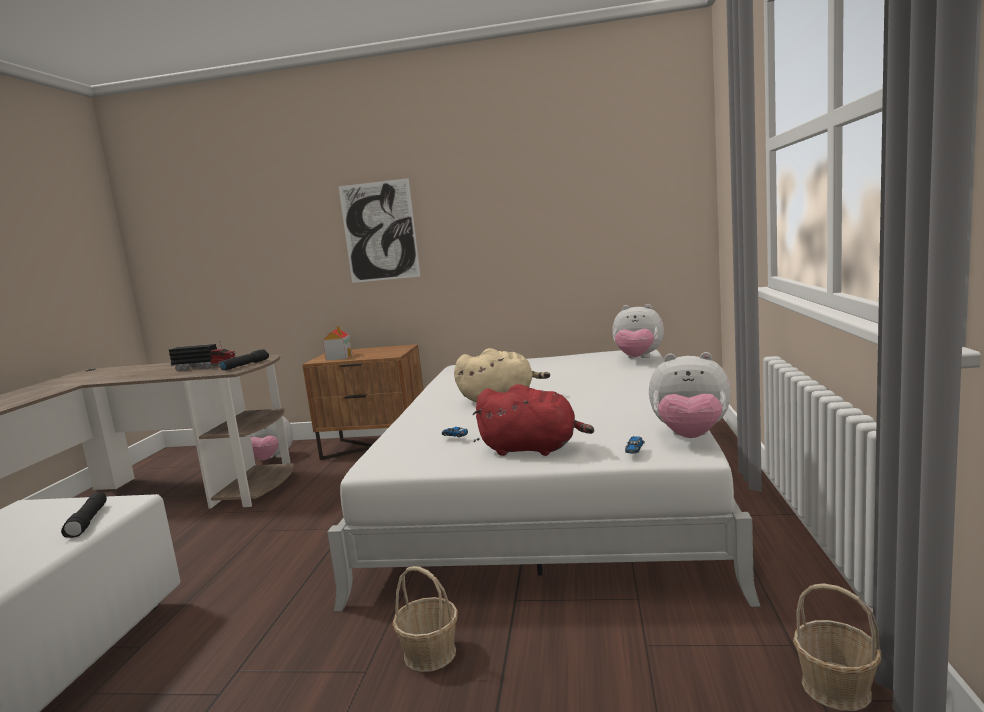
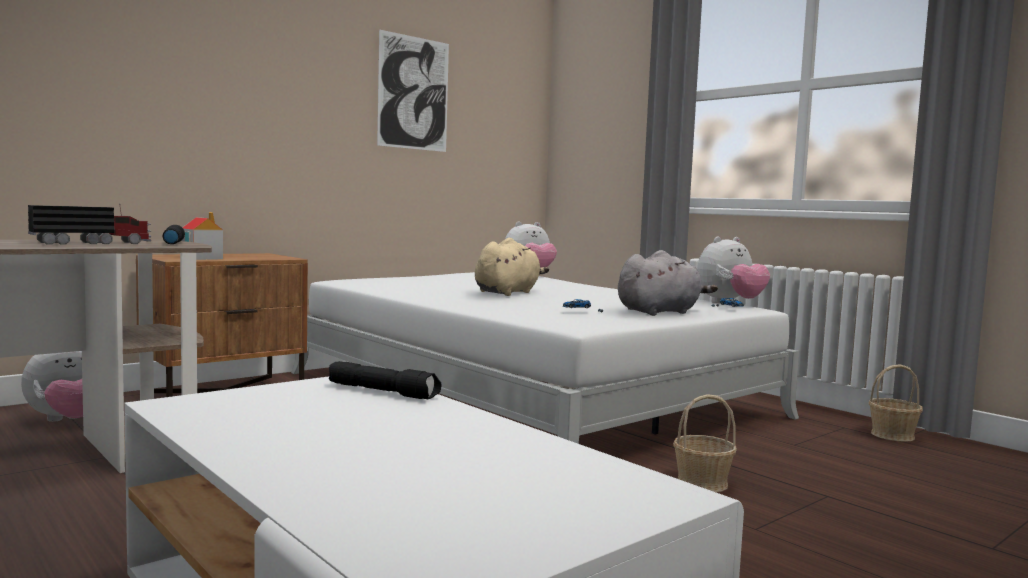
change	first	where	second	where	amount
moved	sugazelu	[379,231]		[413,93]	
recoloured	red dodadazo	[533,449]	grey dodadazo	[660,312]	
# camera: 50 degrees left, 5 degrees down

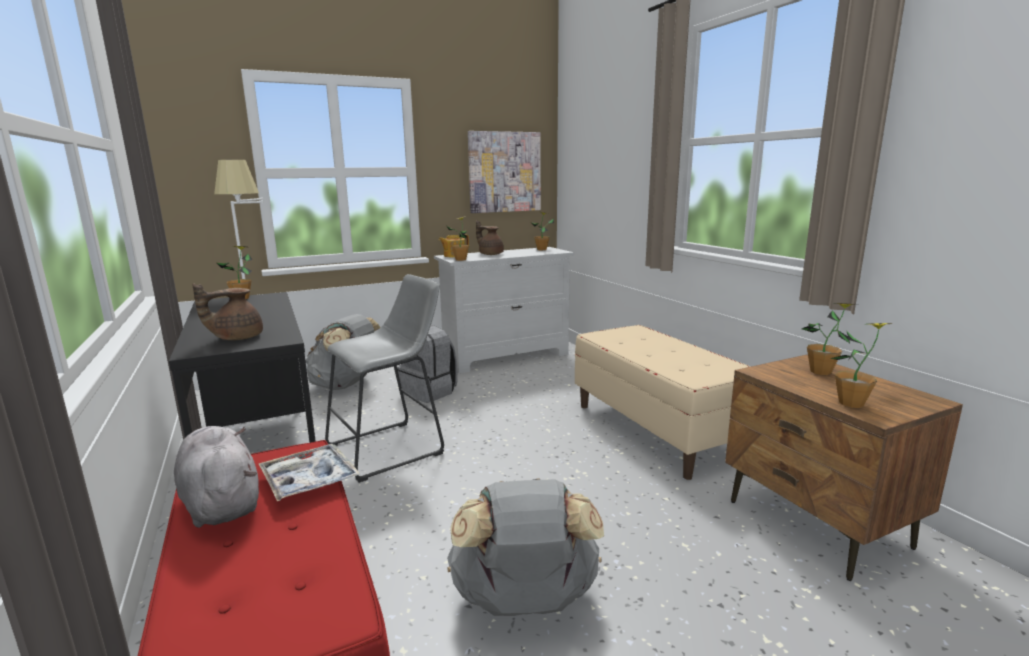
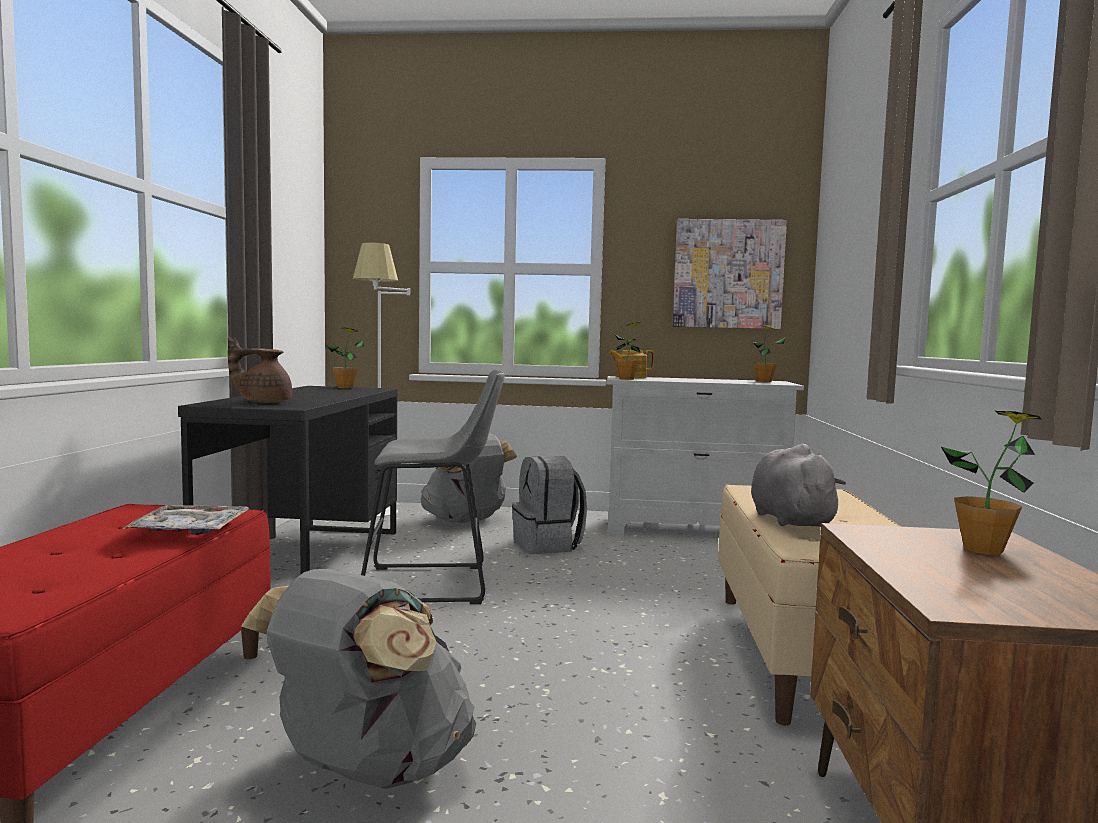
change	first	where	second	where	amount
removed	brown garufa	[490,254]			
removed	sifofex	[851,403]			
moved	grey dodadazo	[221,502]		[789,519]	
# camera: 30 degrees right, 10 degrees down

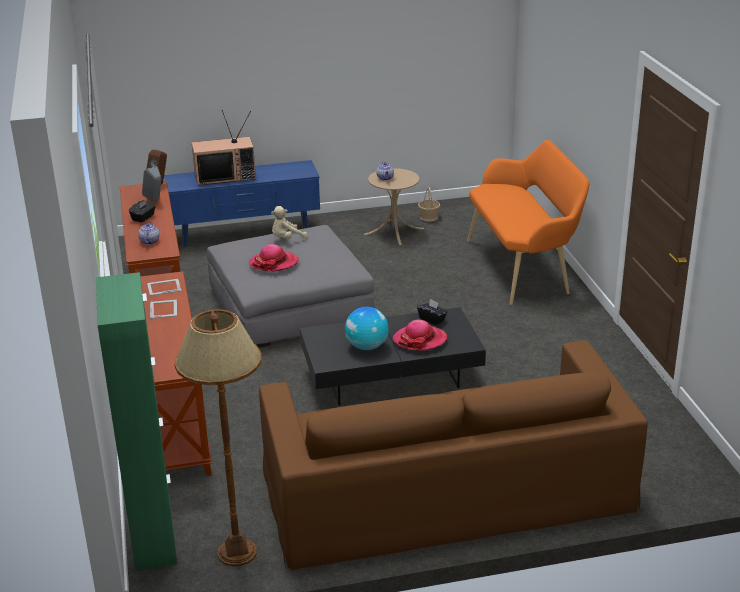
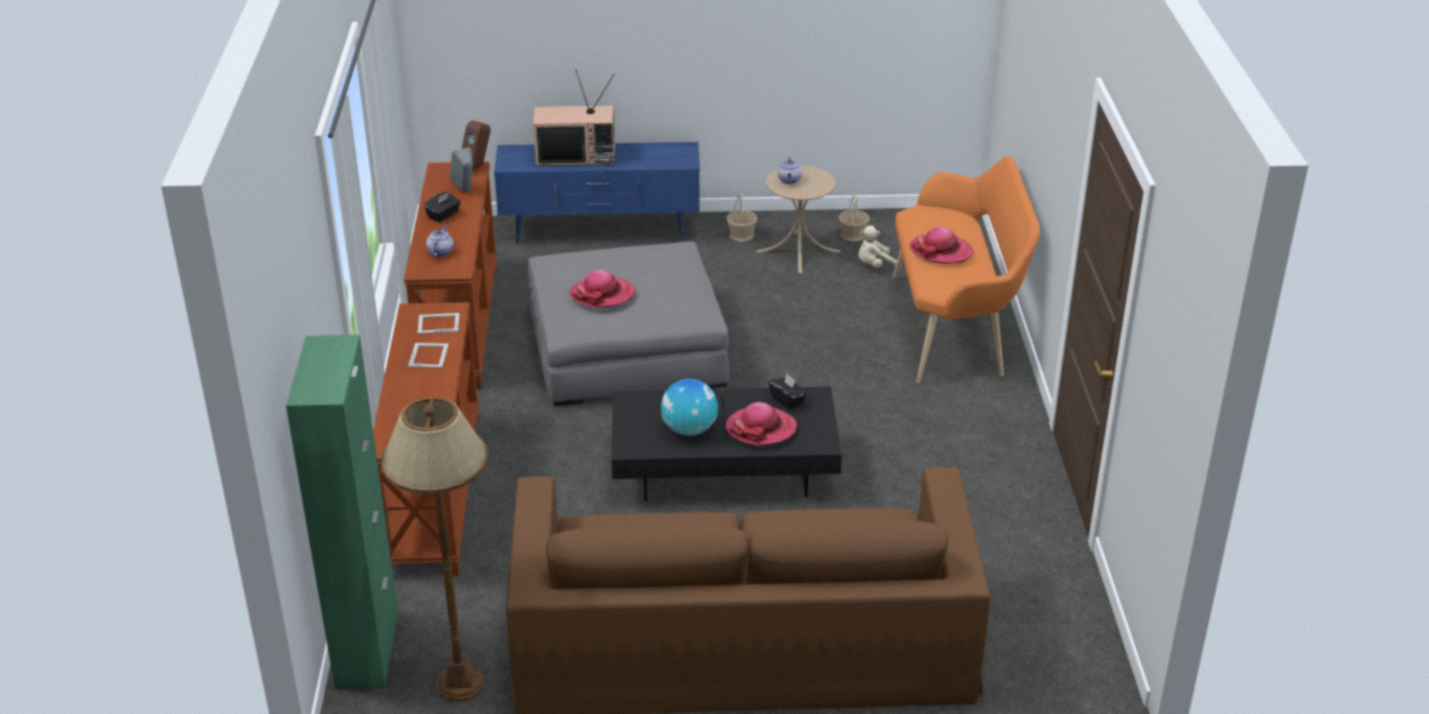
change	first	where	second	where	amount
moved	beige dodadazo	[287,239]		[875,265]	
added			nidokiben	[741,235]	
added			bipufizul	[941,251]	
# camera: 10 degrees right, 5 degrees up

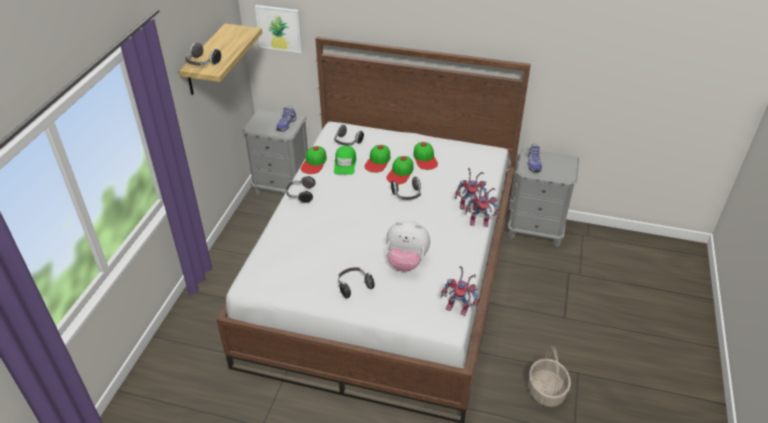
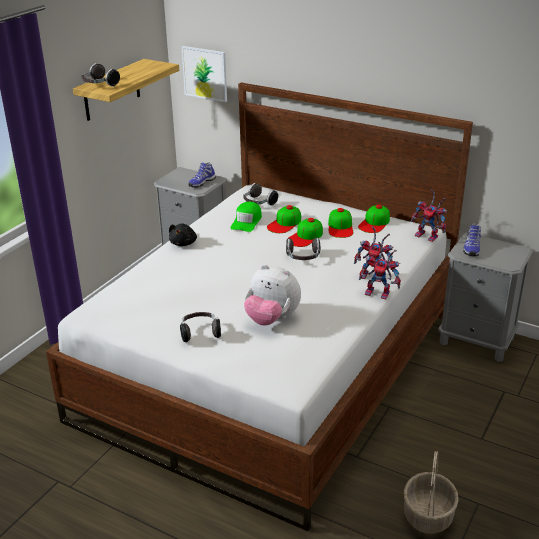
change	first	where	second	where	amount
moved	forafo	[314,163]		[374,223]	
replaced	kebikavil	[300,195]	black dodadazo	[184,243]	
moved	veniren	[460,307]		[429,236]	
# camera: 15 degrees right, 10 degrees down

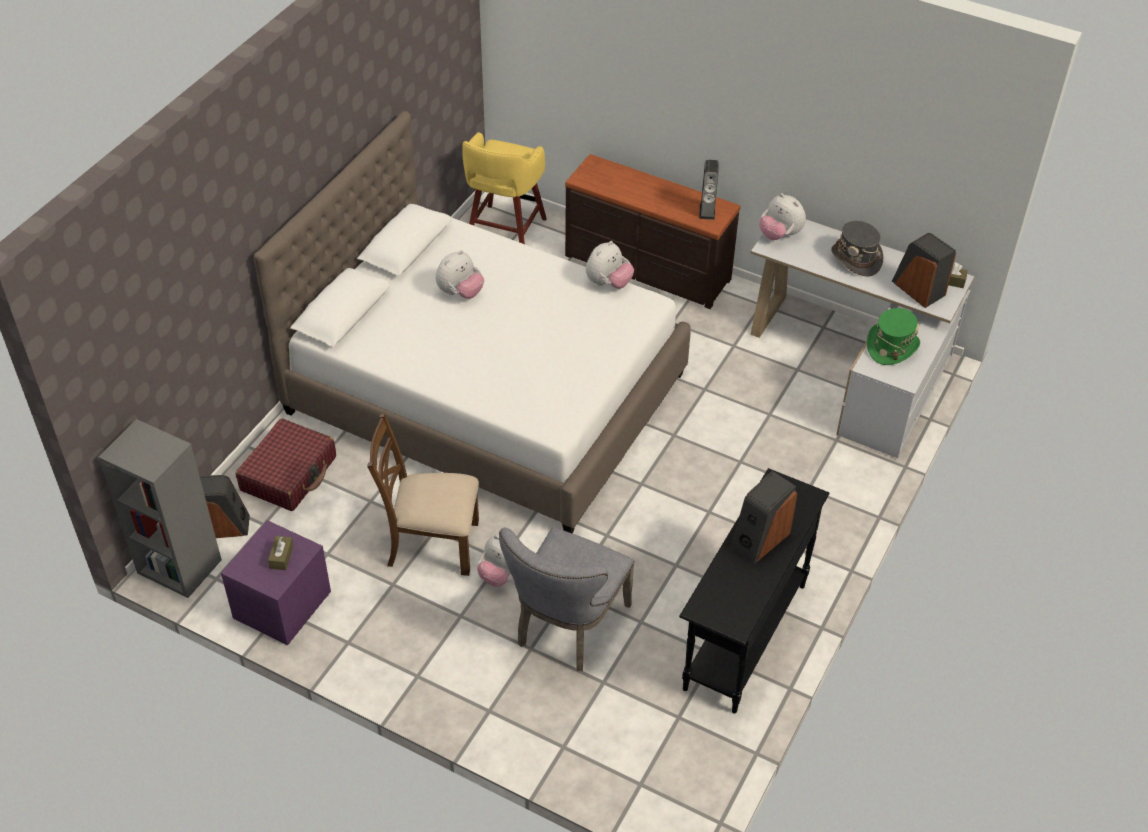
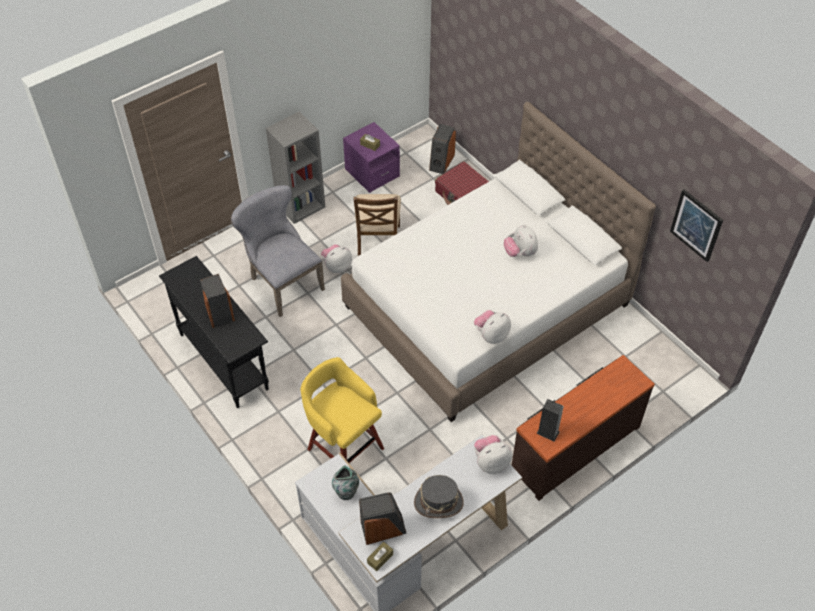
change	first	where	second	where	amount
moved	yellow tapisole	[505,232]		[344,447]	
turned	dodadazo	[608,283]		[491,335]	75 degrees clockwise
replaced	green bipufizul	[892,346]	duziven	[346,492]	
turned	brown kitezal	[432,543]		[378,243]	150 degrees clockwise
moved	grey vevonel	[178,566]		[301,205]	
added			sugazelu	[696,225]	
# camera: 115 degrees right, 5 degrees up

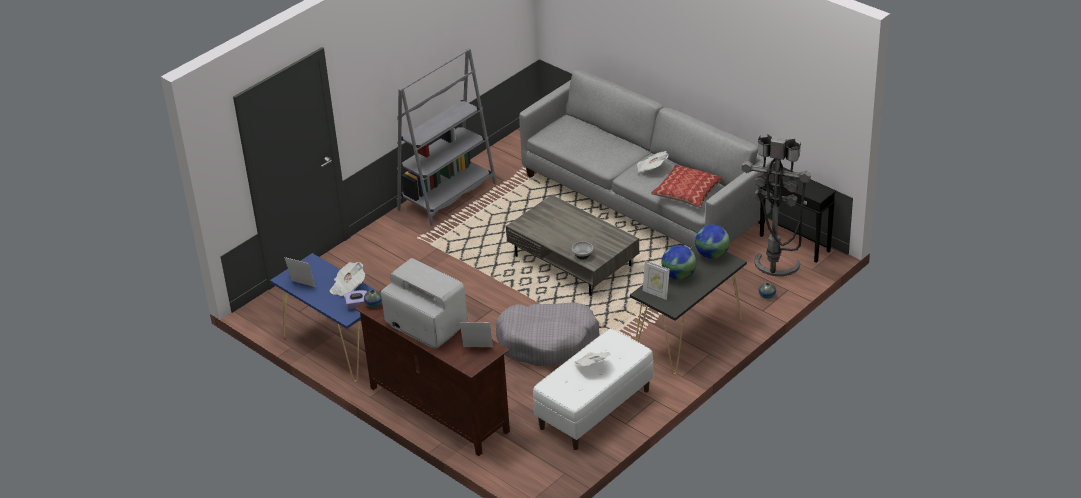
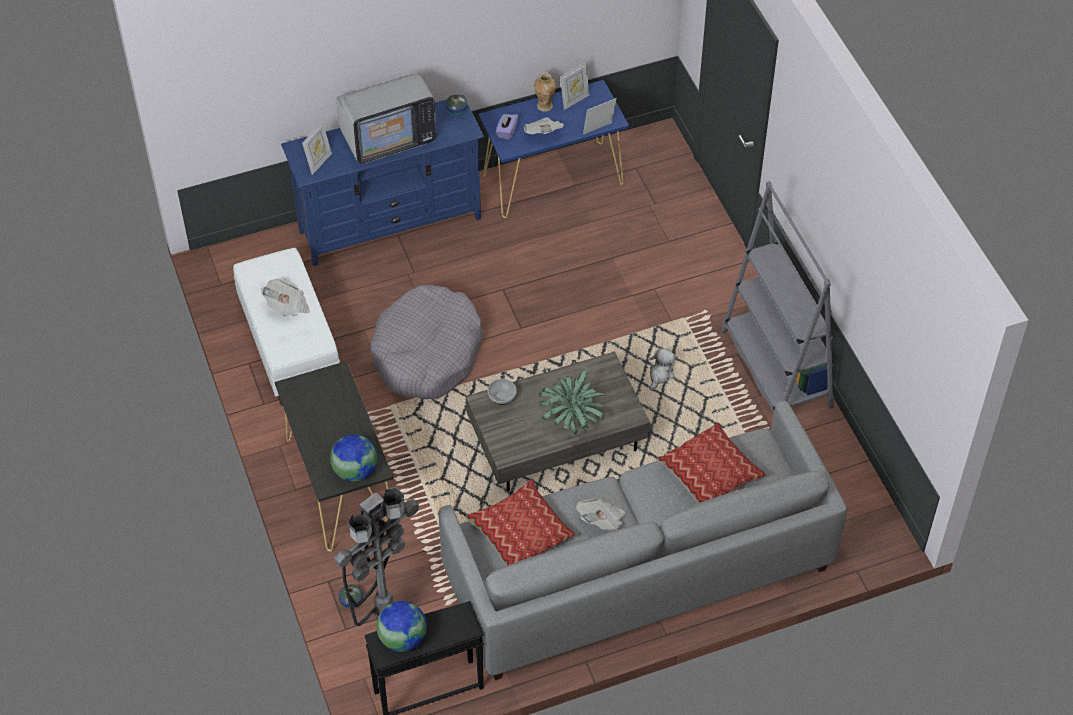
change	first	where	second	where	amount
moved	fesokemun	[678,276]		[403,638]	
moved	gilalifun	[656,293]		[599,130]	
recoloured	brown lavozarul	[438,410]	blue lavozarul	[390,223]	
added			duziven	[544,106]	
added			dodadazo	[660,374]	
added			sifofex	[572,417]	
added			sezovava	[710,474]	
# camera: 115 degrees right, 15 degrees up

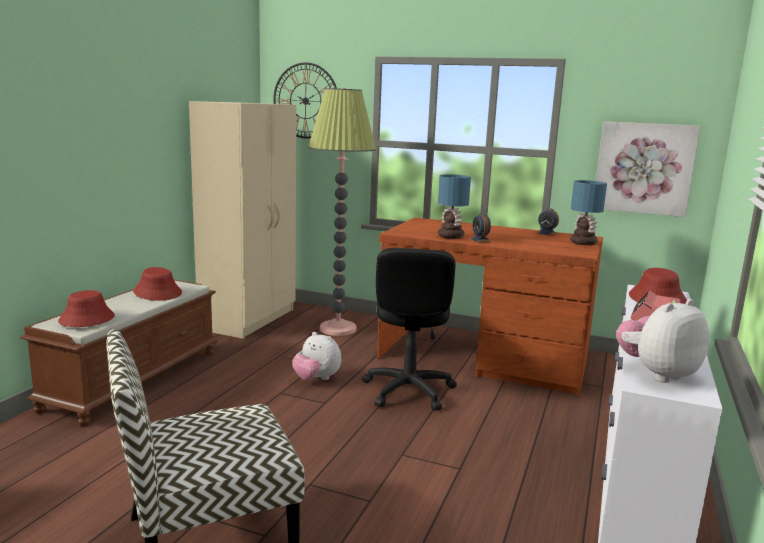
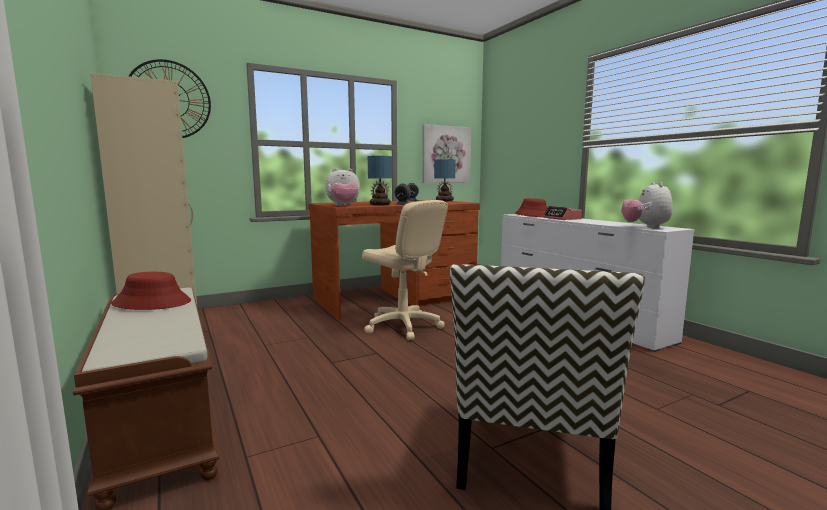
change	first	where	second	where	amount
removed	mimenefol	[338,329]			
recoloured	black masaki	[408,390]	beige masaki	[403,326]	
removed	red bipufizul	[86,319]			
moved	dodadazo	[316,379]		[343,206]	
# camera: 50 degrees left, 5 degrees down

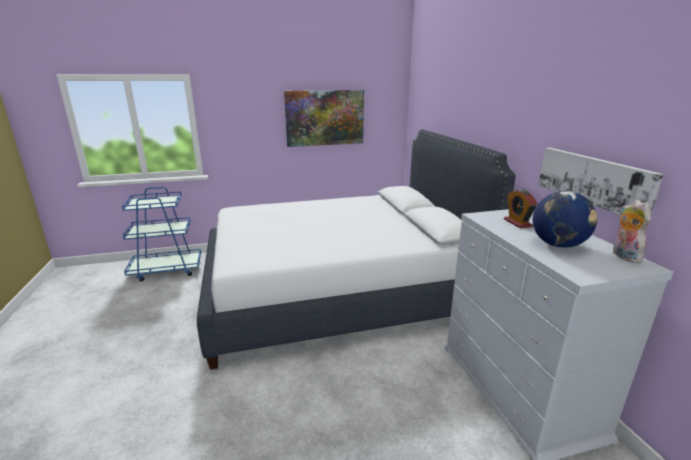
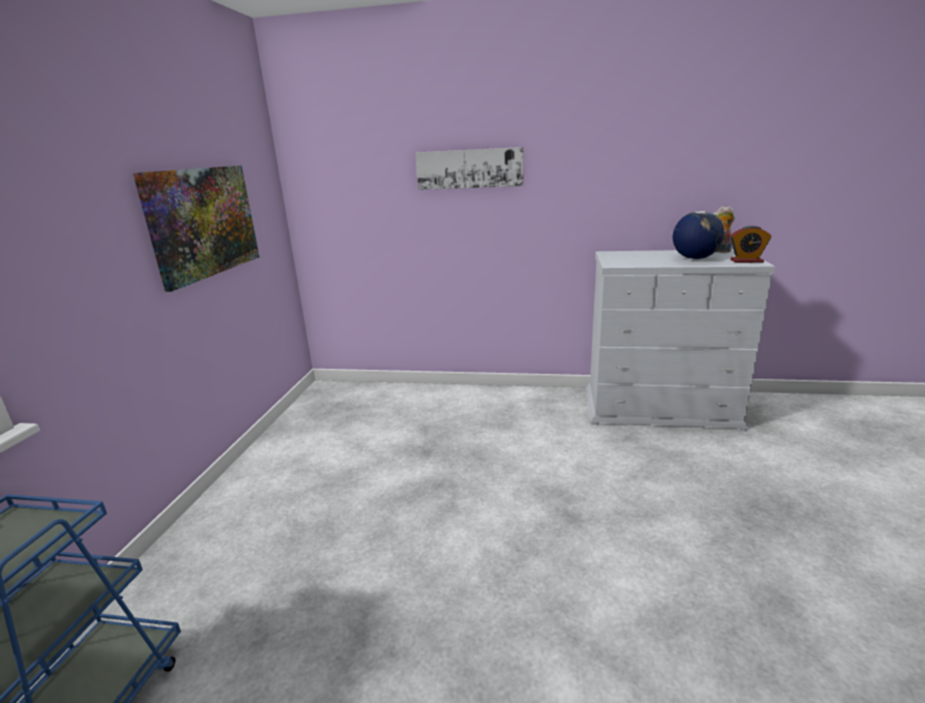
change	first	where	second	where	amount
removed	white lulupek	[337,292]			
moved	sugazelu	[592,180]		[469,168]	
moved	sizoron	[517,223]		[746,261]	
# camera: 65 degrees left, 0 degrees up

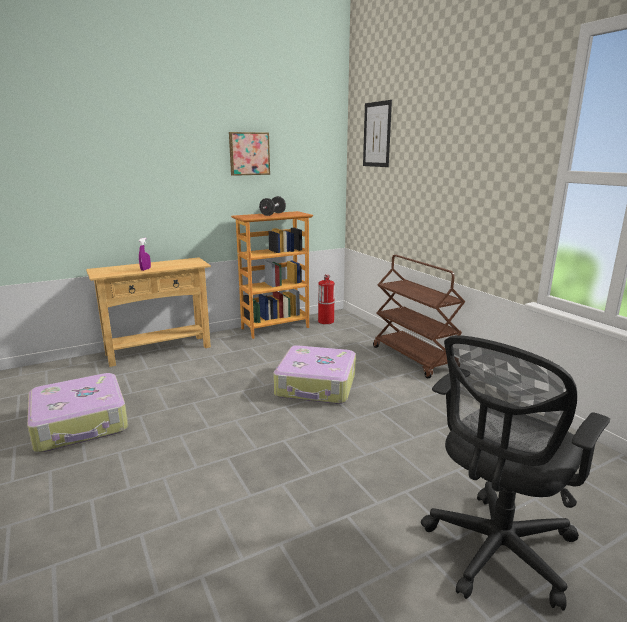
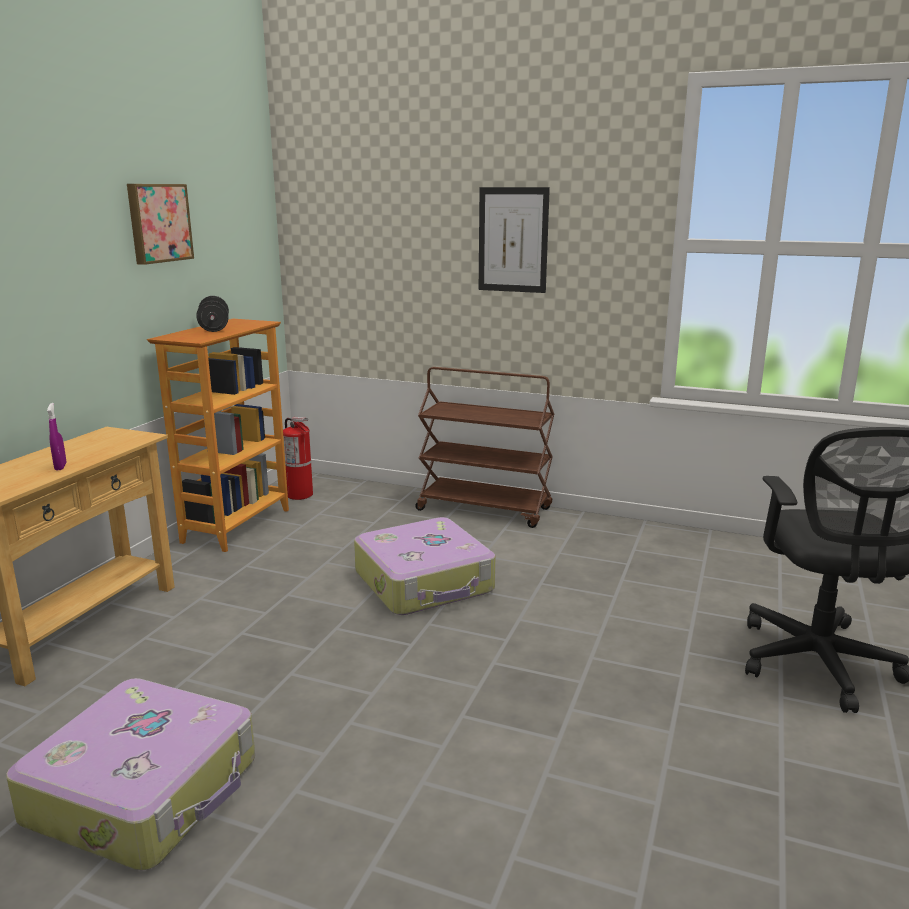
change	first	where	second	where	amount
moved	sugazelu	[377,134]		[513,240]	
# camera: 40 degrees left, 0 degrees up

